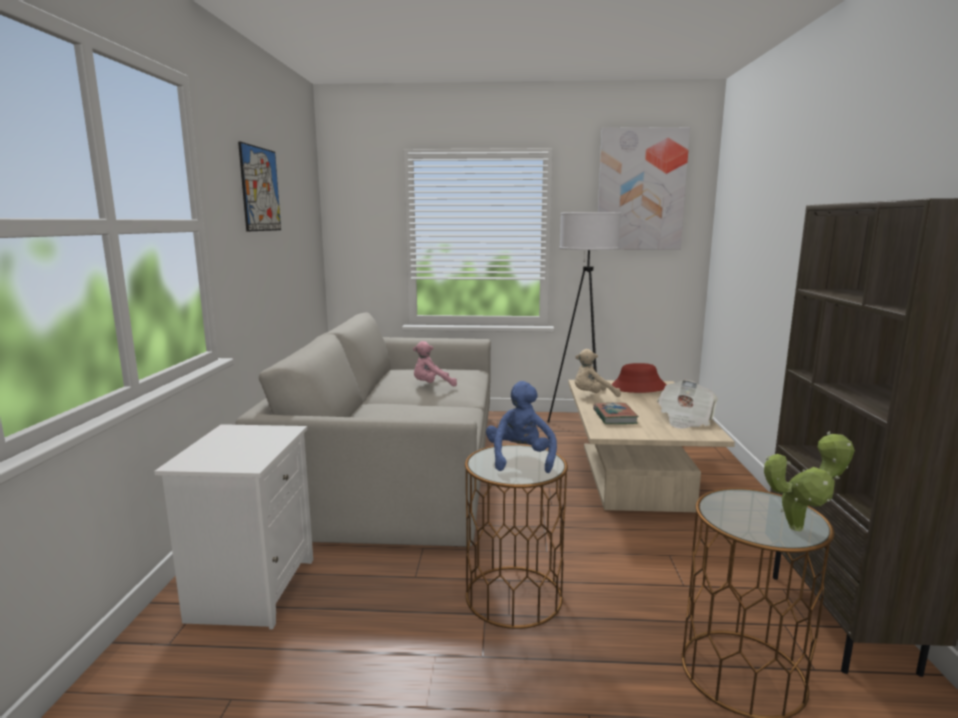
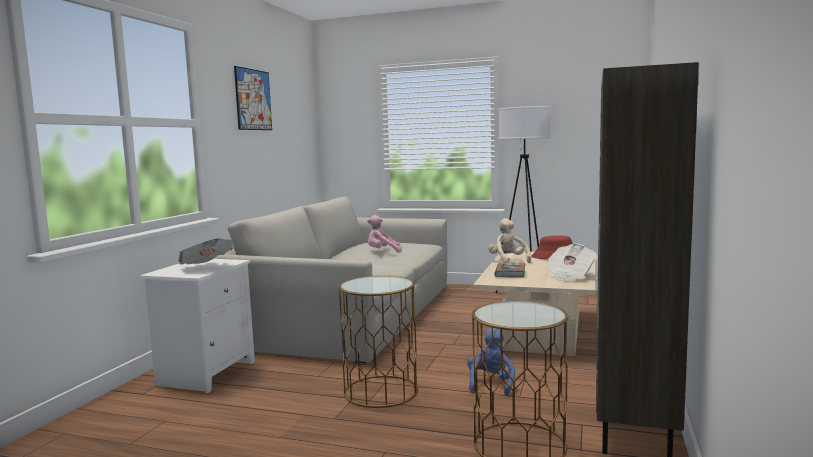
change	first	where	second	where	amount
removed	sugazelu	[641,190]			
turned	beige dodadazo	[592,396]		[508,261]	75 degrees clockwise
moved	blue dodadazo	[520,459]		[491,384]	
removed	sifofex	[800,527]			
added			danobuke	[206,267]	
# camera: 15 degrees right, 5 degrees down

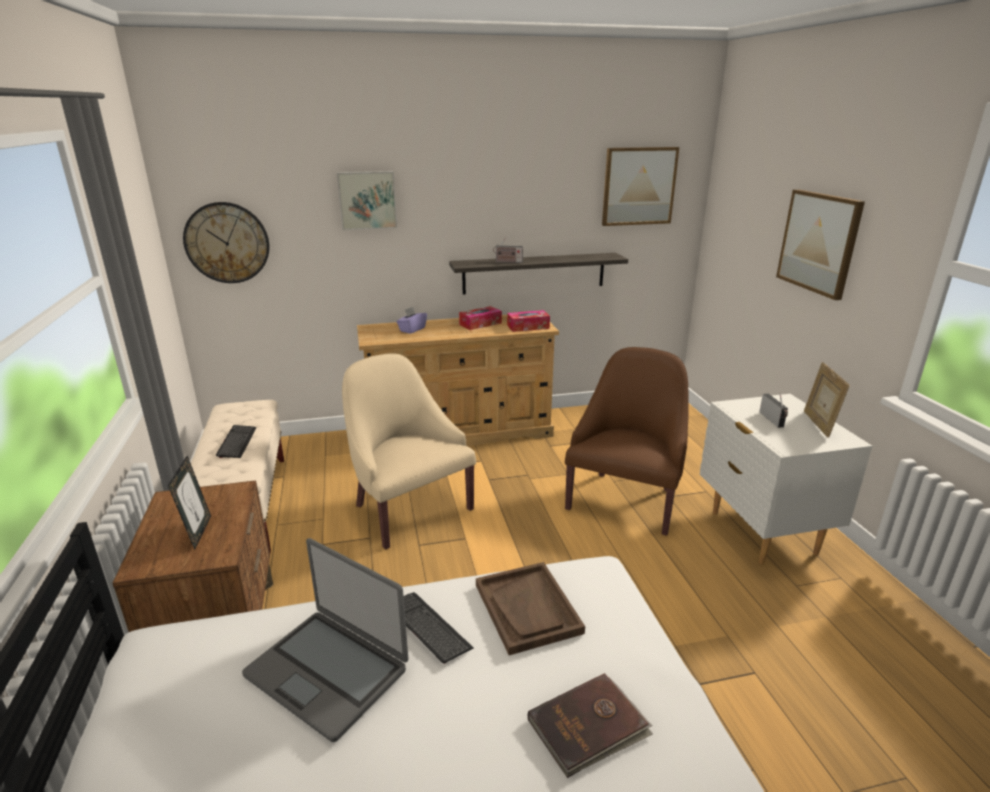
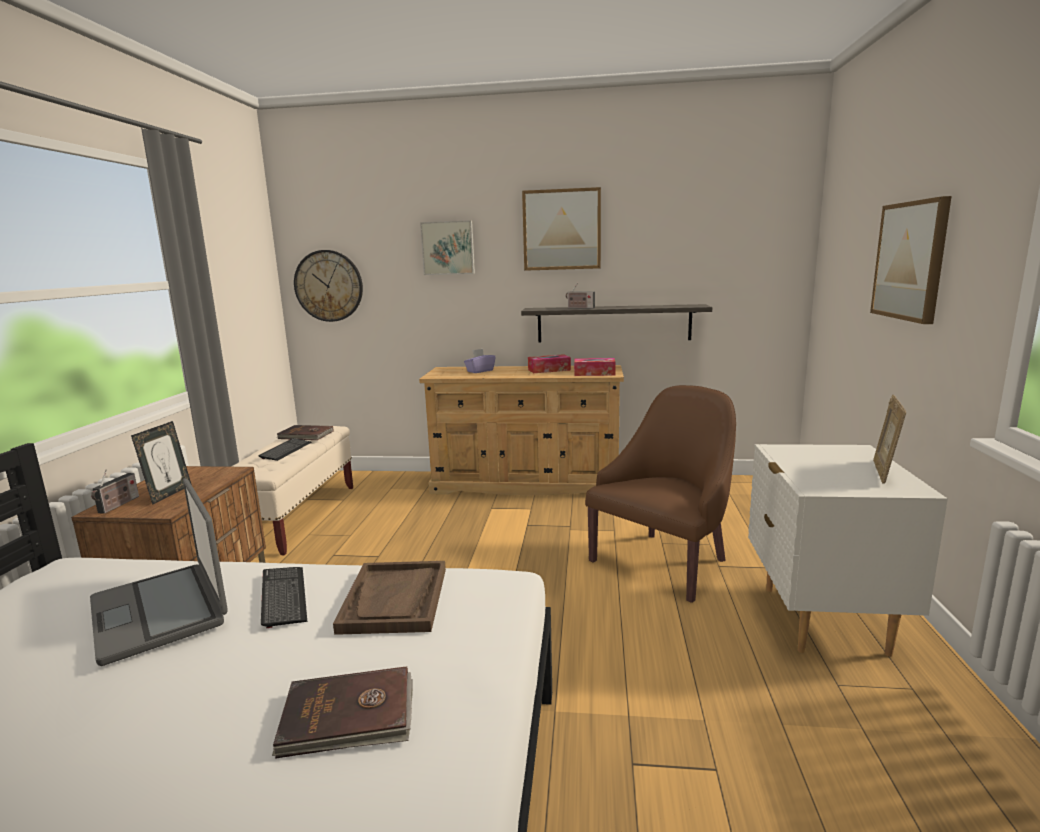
change	first	where	second	where	amount
moved	sugazelu	[638,186]		[561,230]	
removed	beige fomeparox	[408,508]			
moved	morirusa	[772,420]		[117,505]	
added			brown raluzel	[306,435]	
# camera: 20 degrees right, 10 degrees down

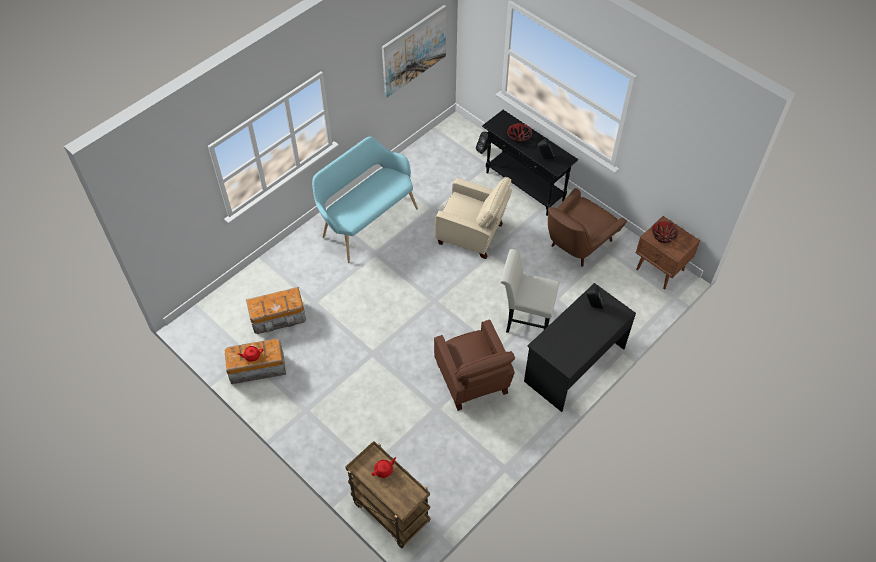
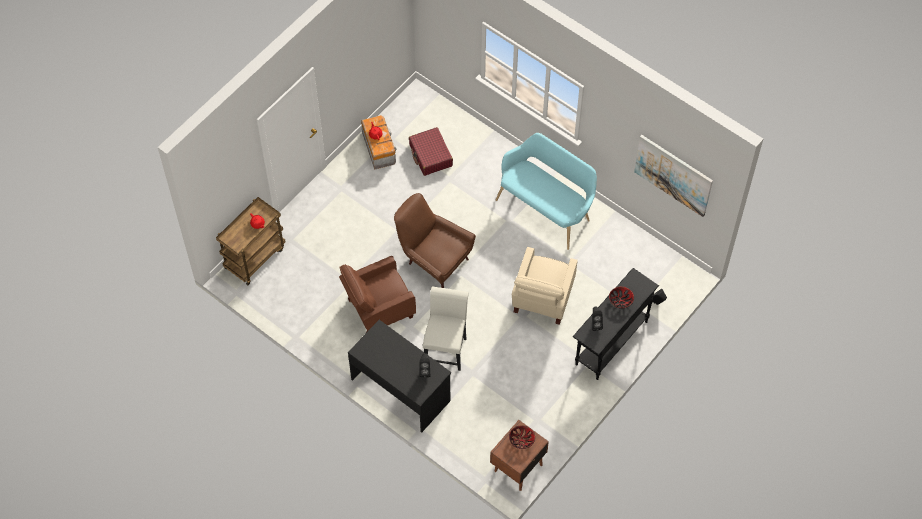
change	first	where	second	where	amount
moved	brown fomeparox	[577,246]		[433,259]	
replaced	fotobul	[279,317]	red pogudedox	[430,155]	
# camera: 85 degrees right, 5 degrees up

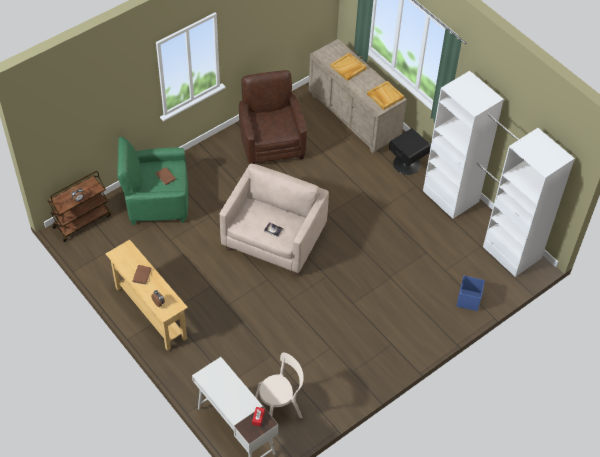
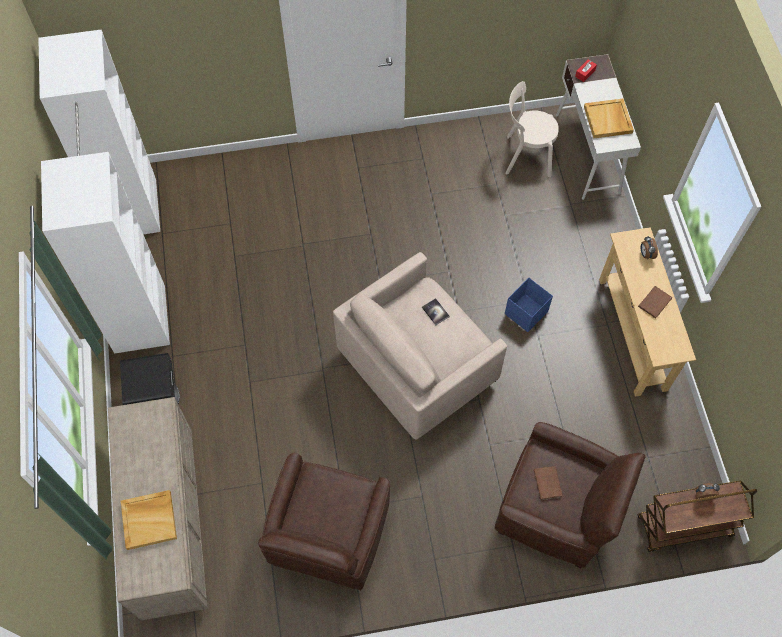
change	first	where	second	where	amount
moved	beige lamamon	[384,96]		[608,120]	
recoloured	green fomeparox	[157,201]	brown fomeparox	[556,509]	
moved	blue fotobul	[469,299]		[525,313]	
# camera: 150 degrees left, 10 degrees up

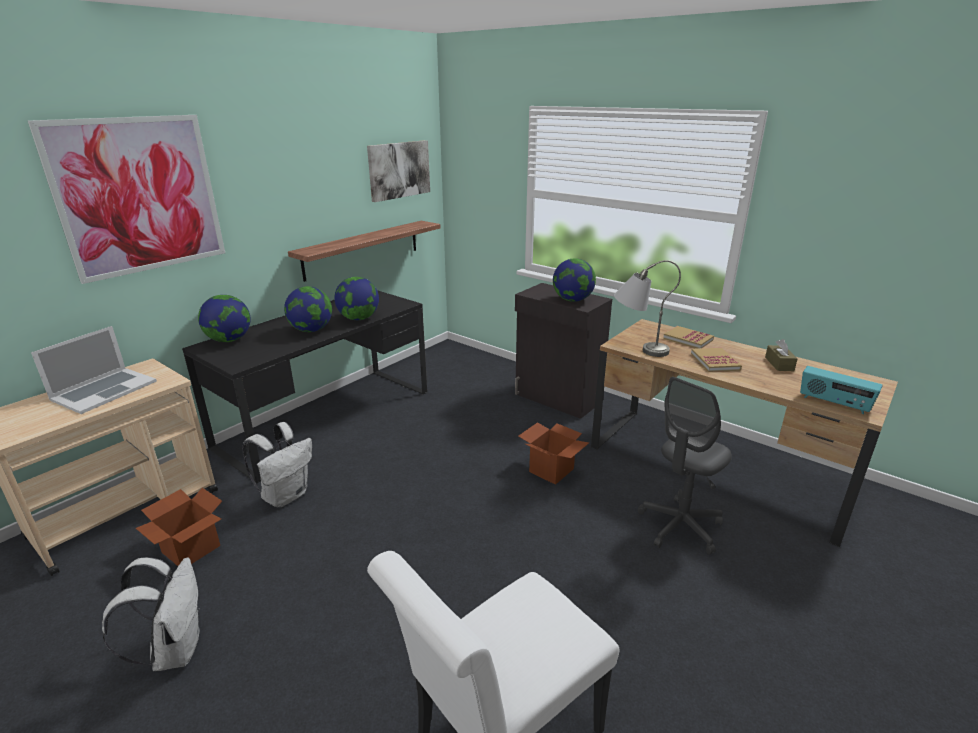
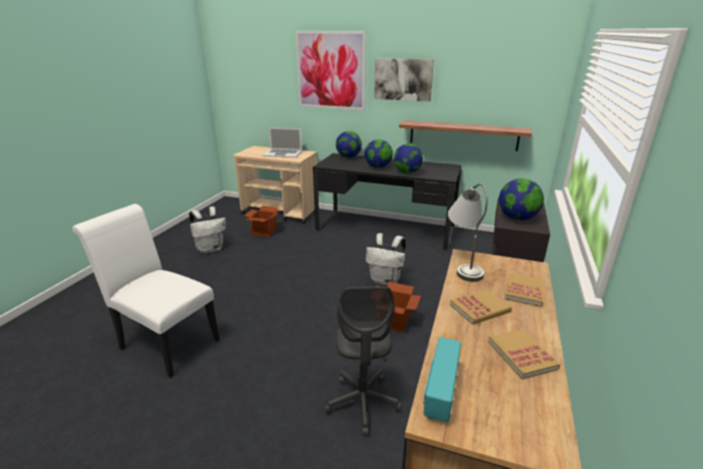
change	first	where	second	where	amount
moved	sugazelu	[399,170]		[403,79]	
replaced	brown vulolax	[779,364]	raluzel	[522,355]	
turned	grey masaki	[680,526]		[362,403]	120 degrees counterclockwise
moved	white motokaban	[286,495]		[386,280]	
# camera: 70 degrees right, 0 degrees up

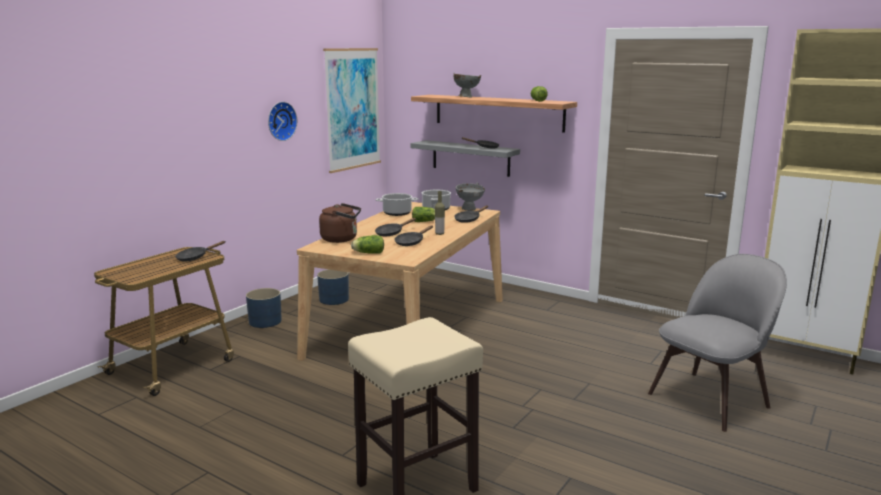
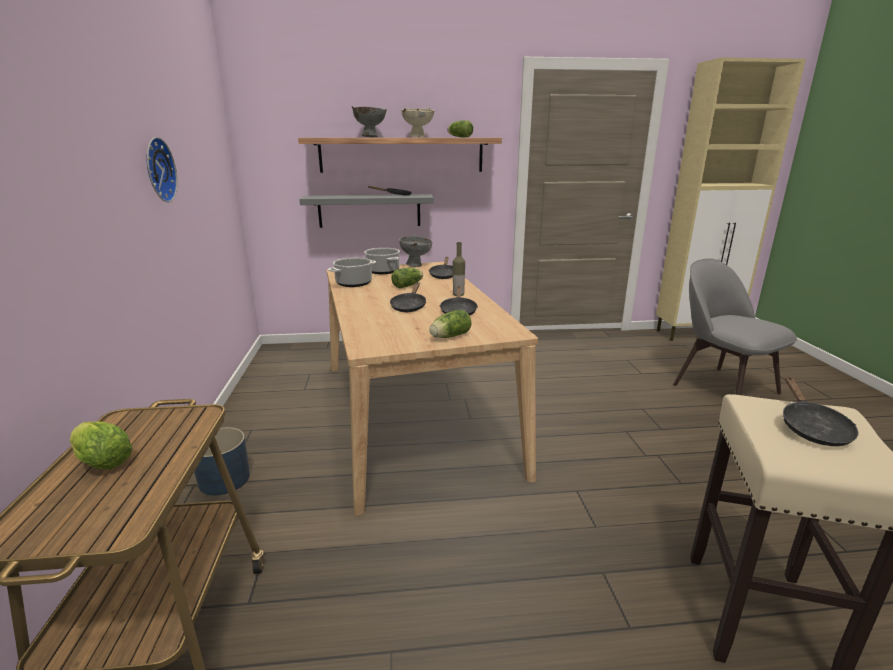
change	first	where	second	where	amount
removed	sugazelu	[352,109]			
removed	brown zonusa	[341,239]			
moved	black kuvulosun	[195,257]		[811,428]	
turned	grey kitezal	[711,399]		[721,387]	45 degrees counterclockwise
removed	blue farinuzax	[334,299]			
added			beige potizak	[418,137]	
added			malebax	[101,461]	
# camera: 40 degrees left, 5 degrees up

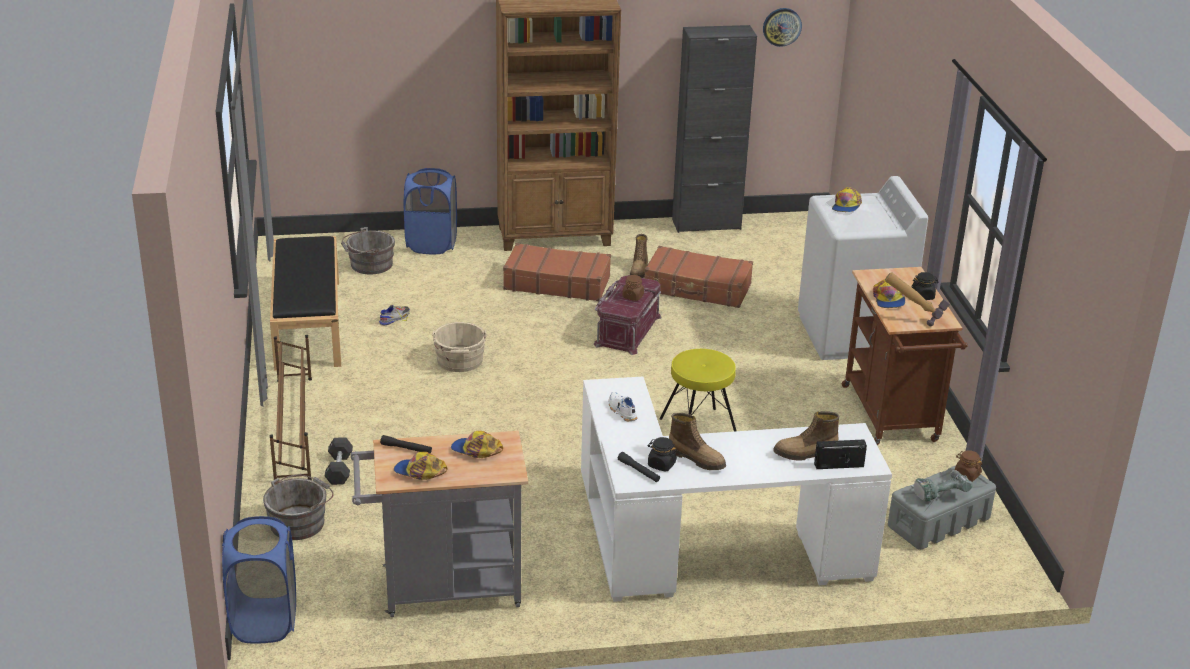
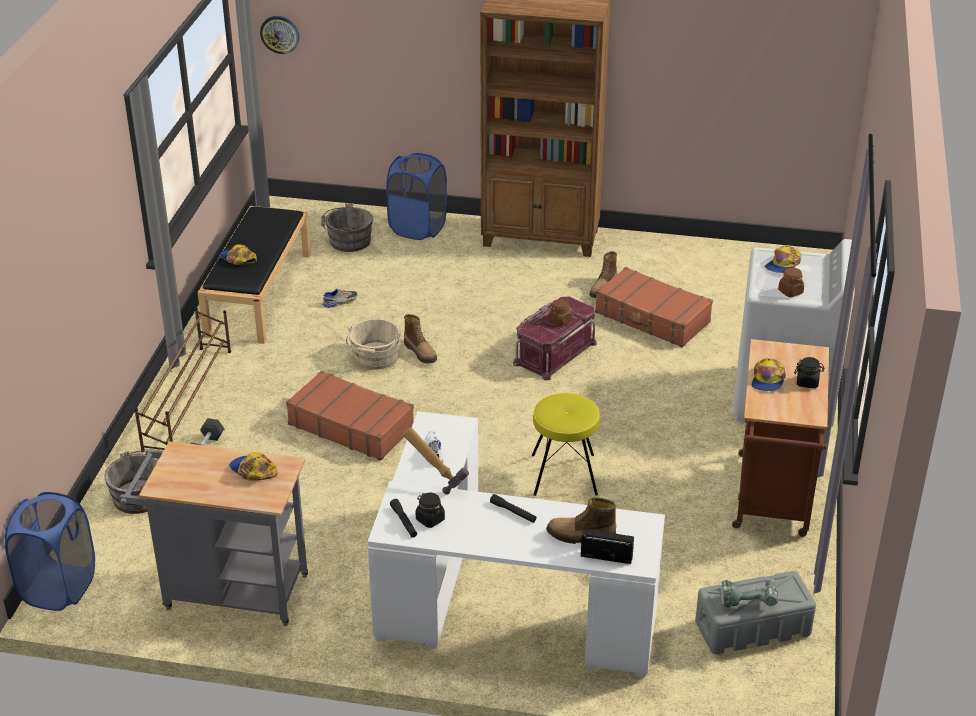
change	first	where	second	where	amount
moved	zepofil	[782,26]		[280,34]	
removed	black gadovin	[706,224]			
moved	brown pogudedox	[557,283]		[351,426]	
moved	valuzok	[913,319]		[436,481]	
moved	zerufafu	[697,459]		[421,352]	
moved	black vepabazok	[406,449]		[513,512]	
moved	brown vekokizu	[966,475]		[790,291]	
moved	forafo	[419,472]		[237,259]	
# camera: 20 degrees right, 5 degrees up

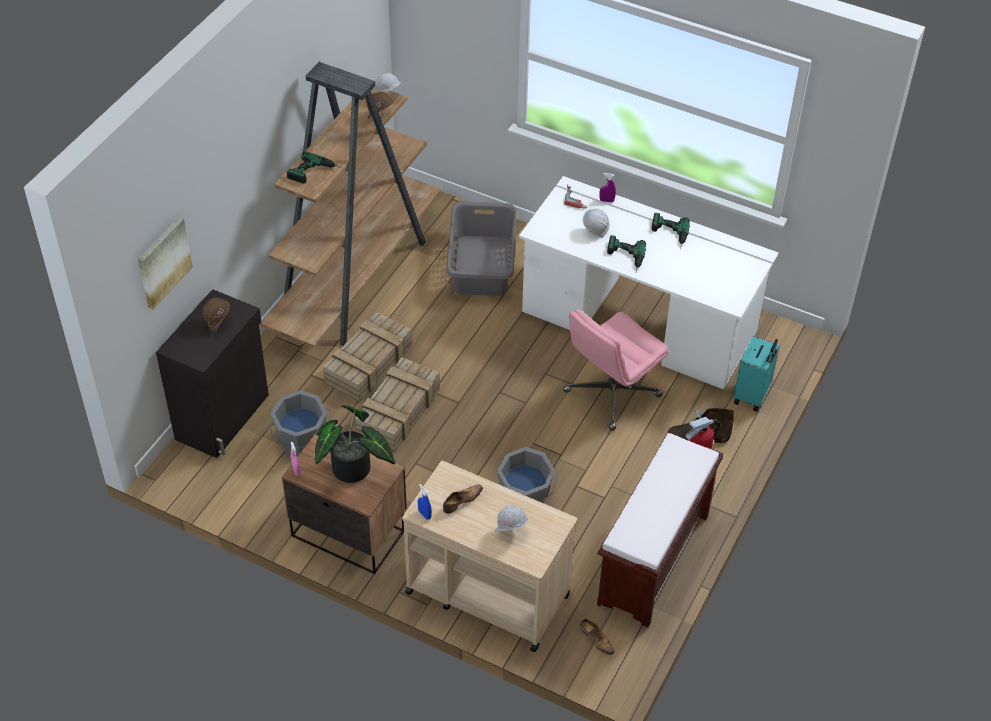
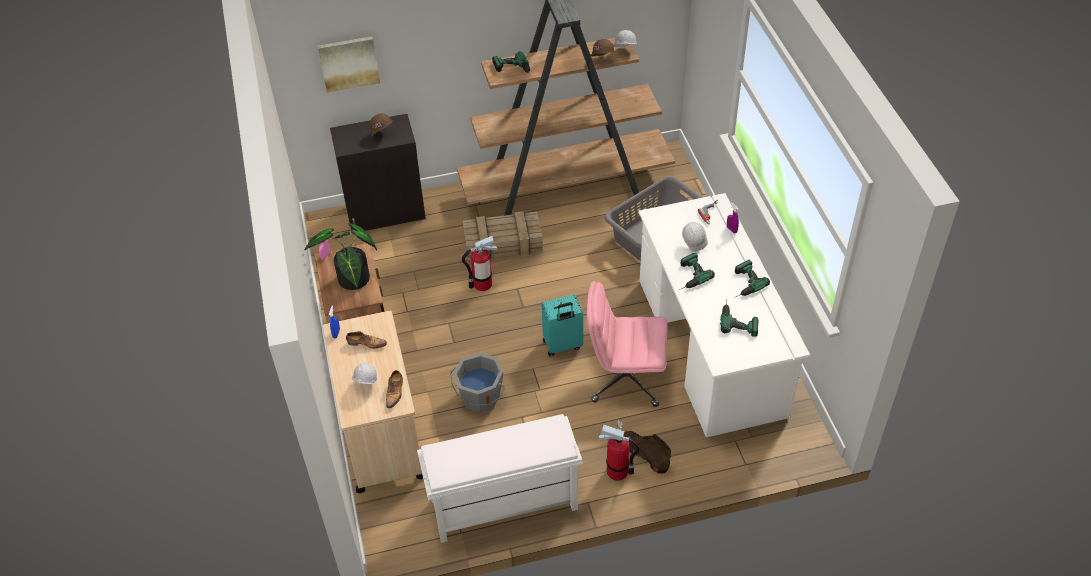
change	first	where	second	where	amount
moved	turquoise pogudedox	[752,395]		[562,345]	
replaced	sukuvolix	[399,410]	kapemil	[482,284]	
removed	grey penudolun	[302,441]			
recoloured	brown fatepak	[653,561]	white fatepak	[503,505]	
moved	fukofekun	[596,639]		[395,392]	
added			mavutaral	[739,319]	
# camera: 50 degrees right, 0 degrees up

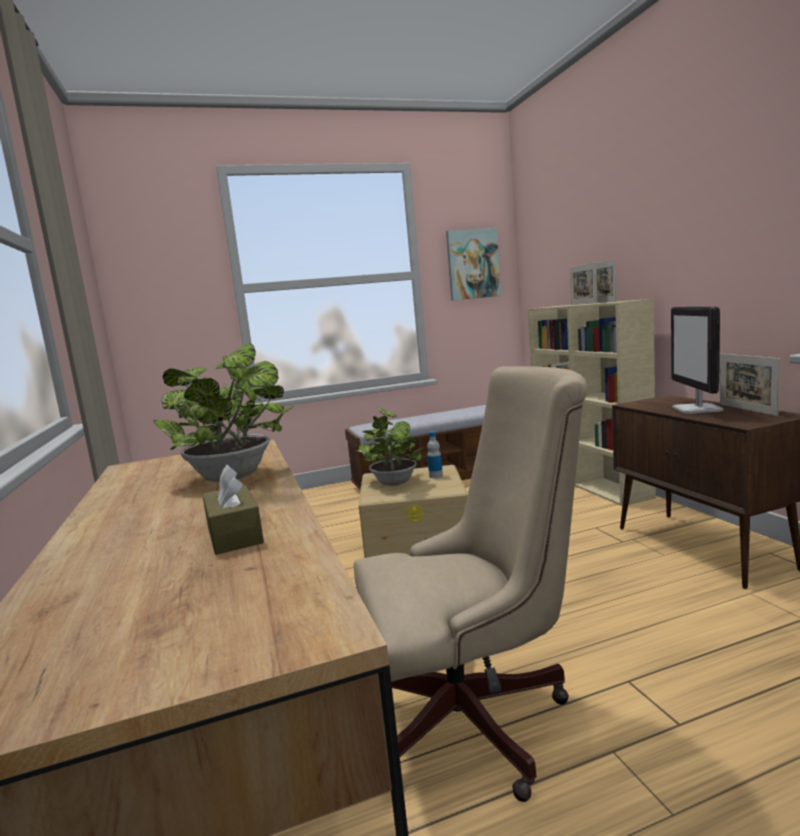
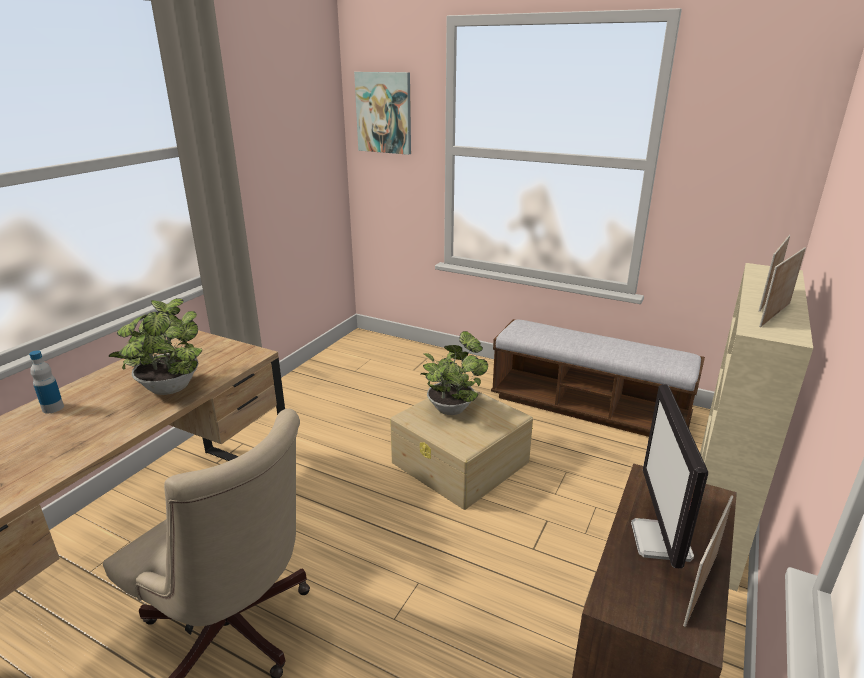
change	first	where	second	where	amount
moved	sugazelu	[473,264]		[384,113]	
turned	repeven	[697,410]		[661,542]	45 degrees counterclockwise
moved	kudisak	[436,476]		[53,408]	
removed	brown vulolax	[234,534]			
# camera: 45 degrees right, 15 degrees up

